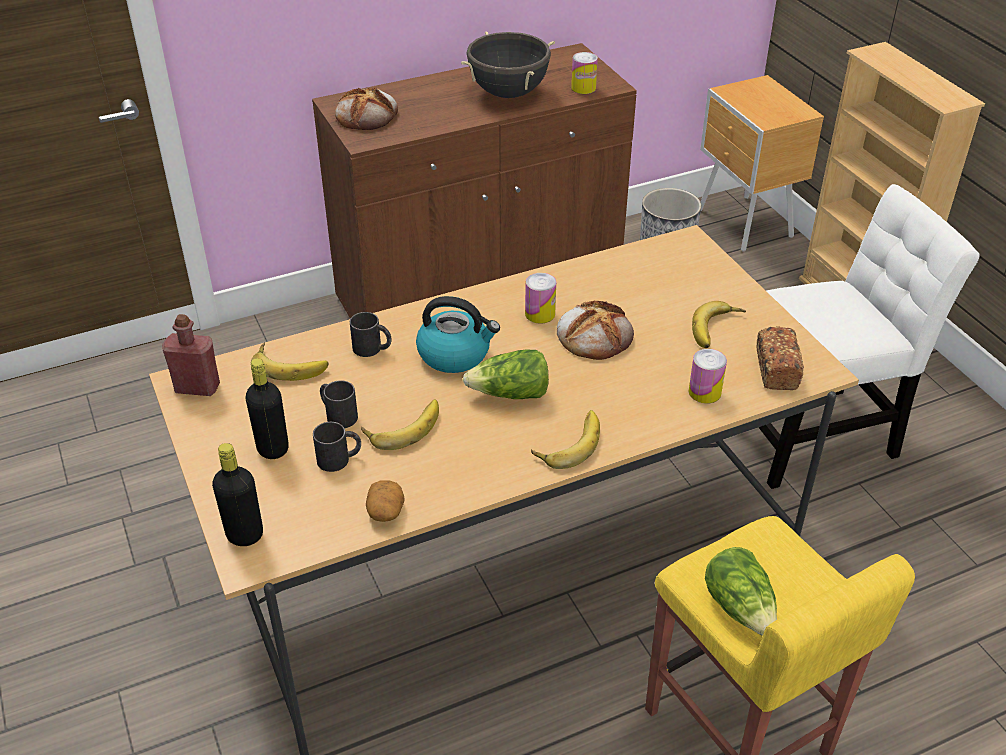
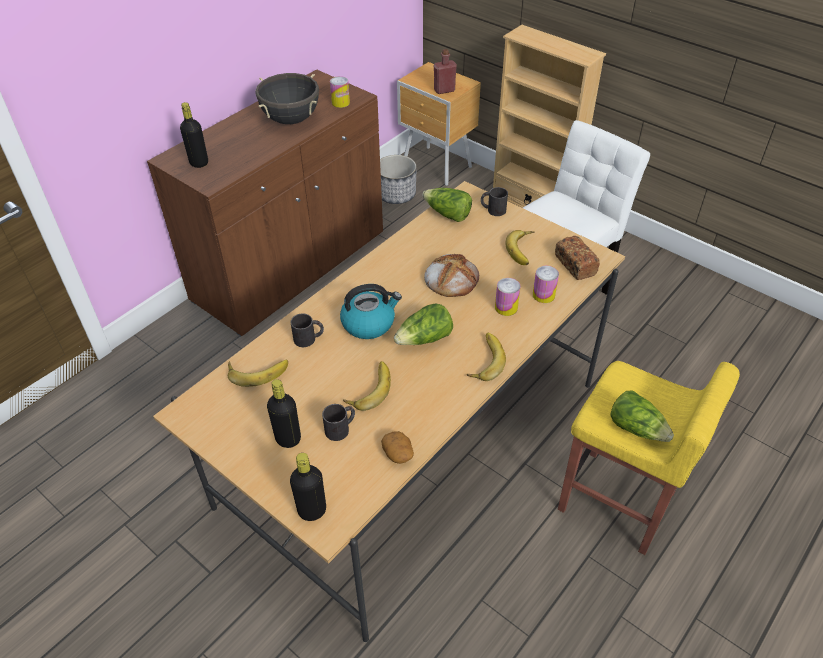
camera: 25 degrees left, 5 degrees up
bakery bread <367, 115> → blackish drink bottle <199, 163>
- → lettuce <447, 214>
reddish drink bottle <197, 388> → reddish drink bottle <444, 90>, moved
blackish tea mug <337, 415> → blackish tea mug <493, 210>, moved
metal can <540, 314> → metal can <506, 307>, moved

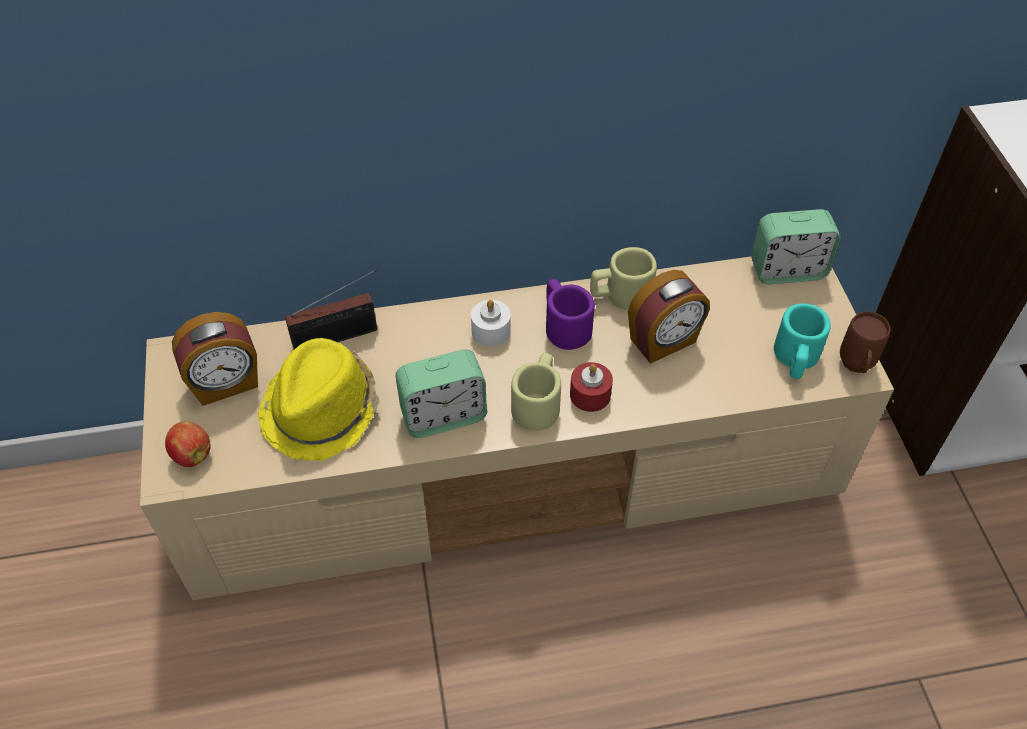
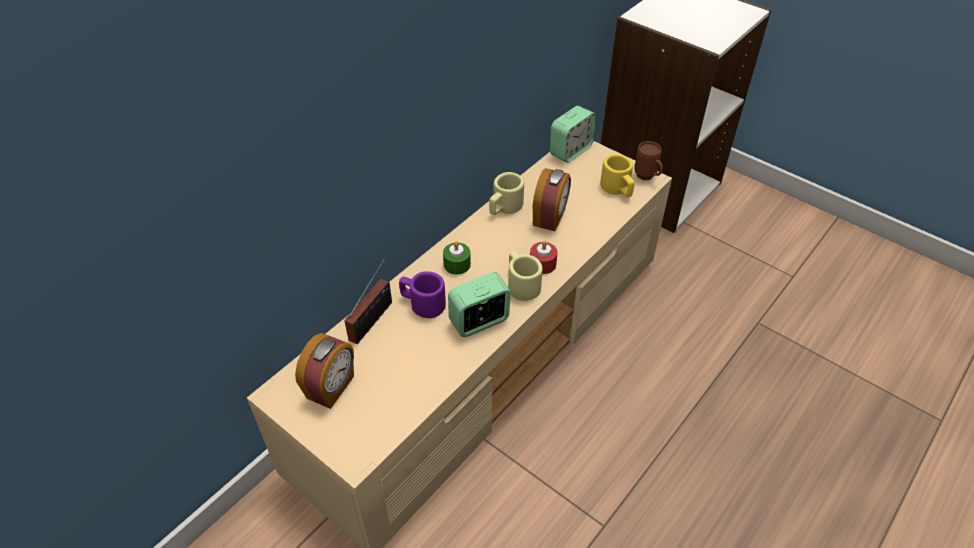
camera: 40 degrees left, 5 degrees down
purple tea mug <564, 325> → purple tea mug <422, 303>, moved
whitish wax light <491, 331> → green wax light <457, 264>
alarm clock <443, 415> → alarm clock <479, 321>, 150 degrees counterclockwise
turquoise-coloured tea mug <795, 359> → yellowish tea mug <618, 189>
apple fruit <192, 454> → -
yellowish wearable hat <322, 410> → -

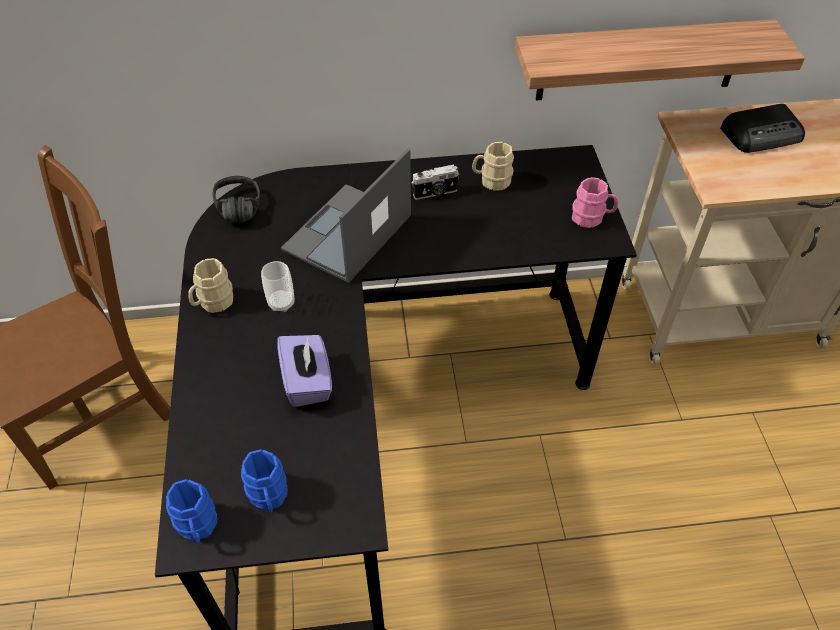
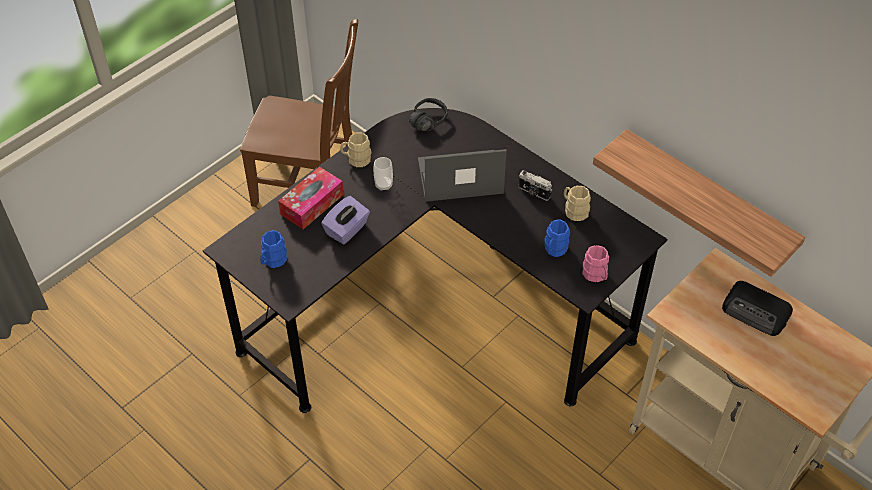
camera: 50 degrees right, 0 degrees up
- → tissue box <312, 204>
blue tea mug <198, 527> → blue tea mug <554, 250>, moved

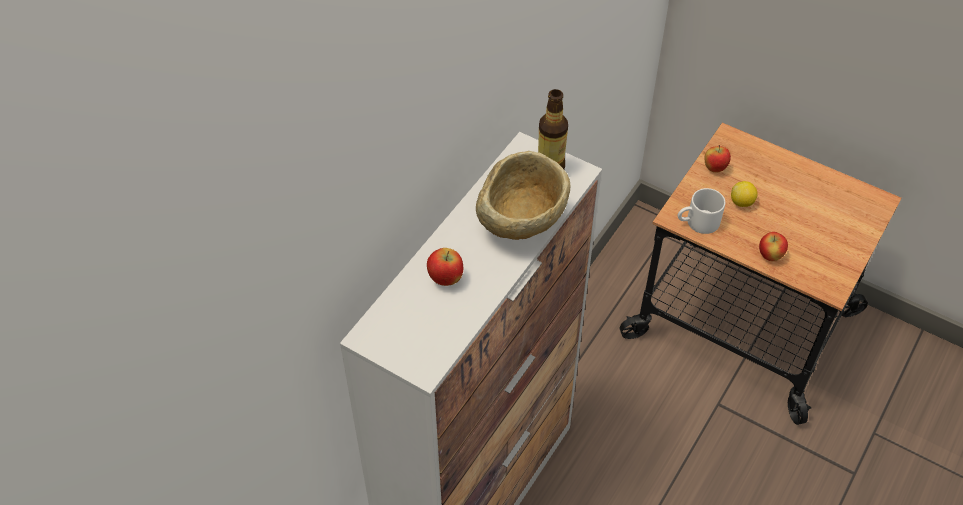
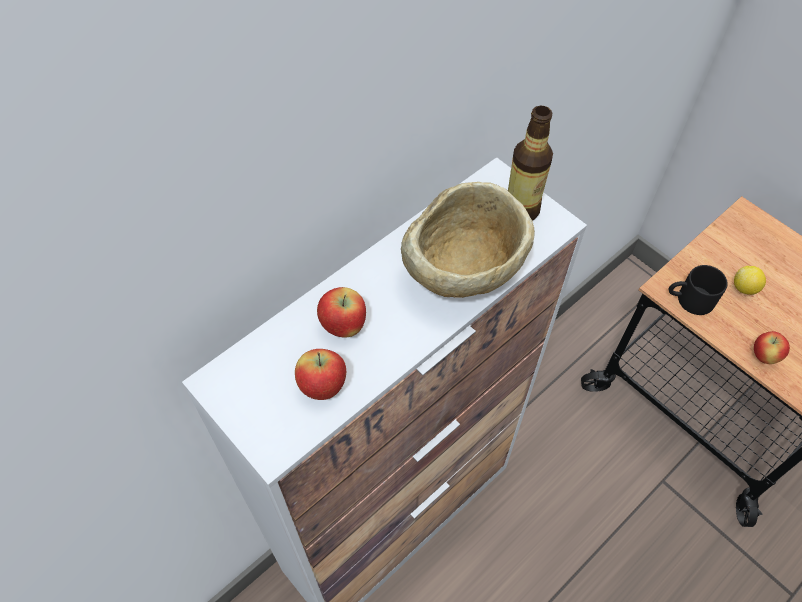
camera: 15 degrees right, 5 degrees up
apple fruit <715, 168> → apple fruit <323, 387>, moved
whitish tea mug <697, 223> → blackish tea mug <689, 300>

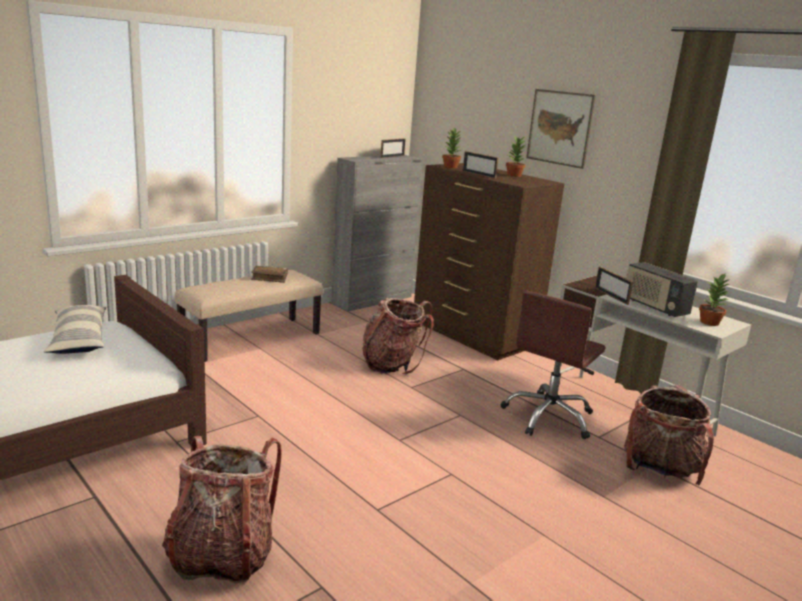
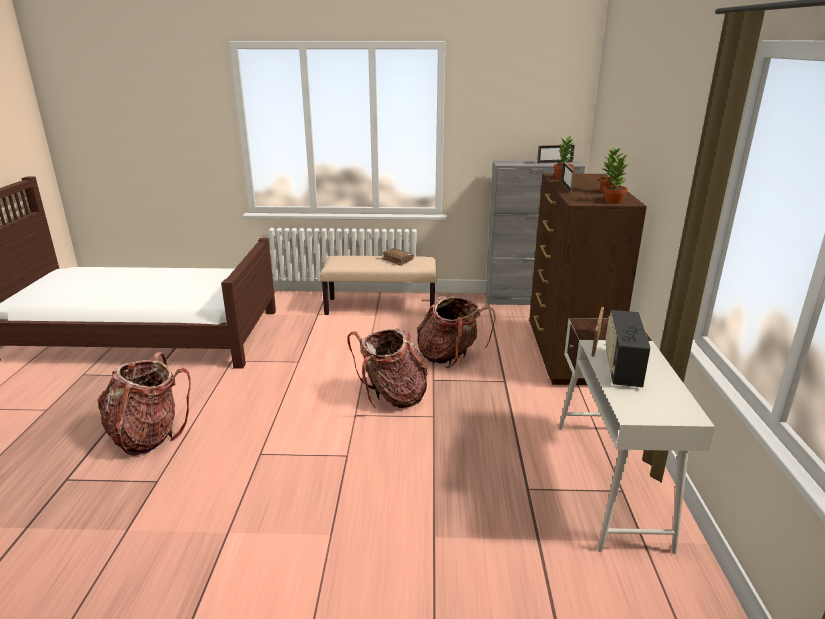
camera: 45 degrees right, 5 degrees up
backpack <660, 469> → backpack <392, 397>, moved
plant in a pot <710, 322> → plant in a pot <614, 201>, moved
throw pillow <79, 339> → -
brown computer chair <549, 417> → -
wall art <559, 128> → -

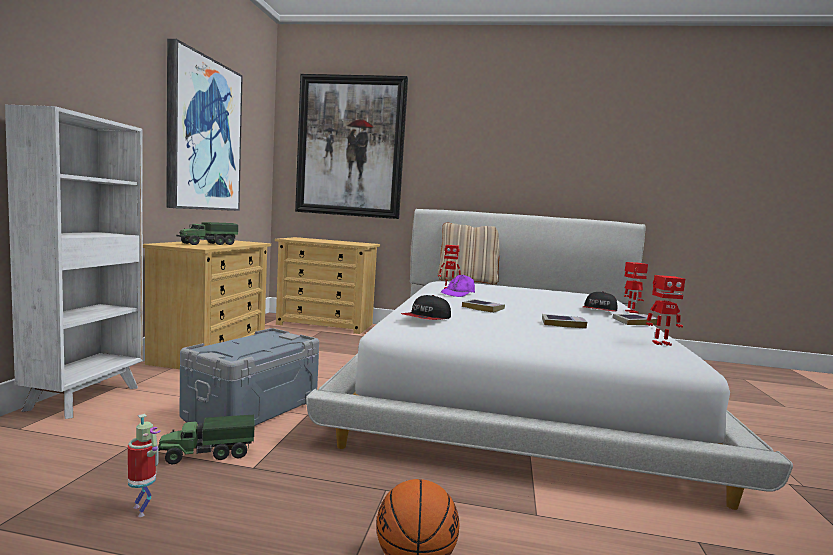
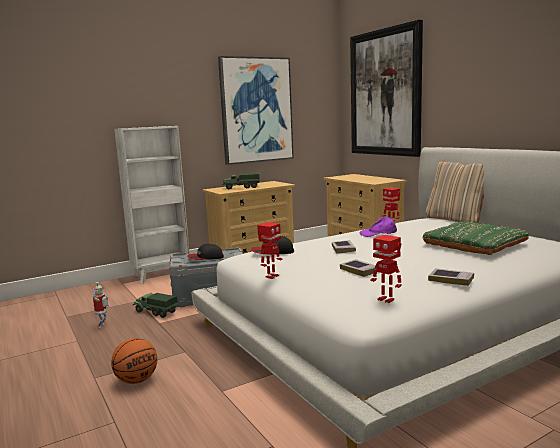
camera: 50 degrees right, 5 degrees up
baseball cap <599, 310> → baseball cap <205, 258>, moved
robot figure <630, 312> → robot figure <271, 276>, moved
- → green throw pillow <474, 245>

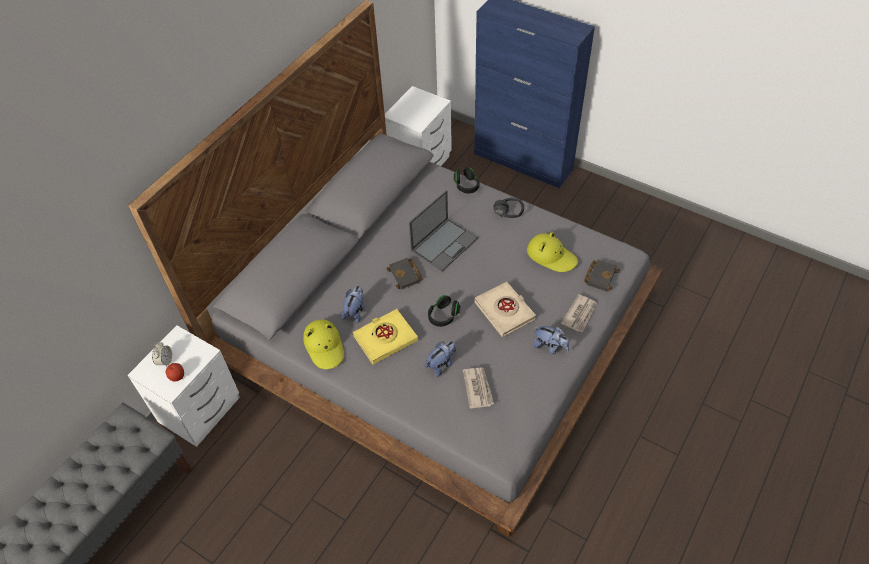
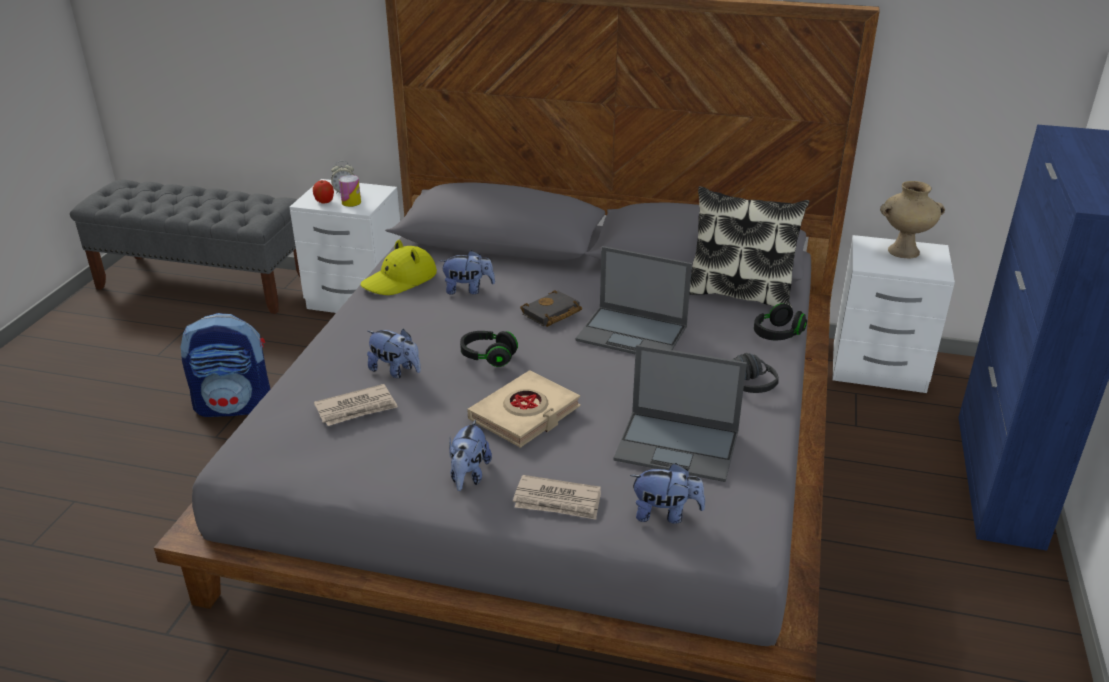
camera: 70 degrees right, 20 degrees down
- → backpack <236, 406>
- → metal can <351, 202>
yellowish wearable hat <551, 256> → laptop <678, 446>
blackish bound book <600, 276> → plush toy <665, 514>
- → throw pillow <739, 294>
- → beige flower vase <904, 251>
yellowish bound book <385, 338> → -

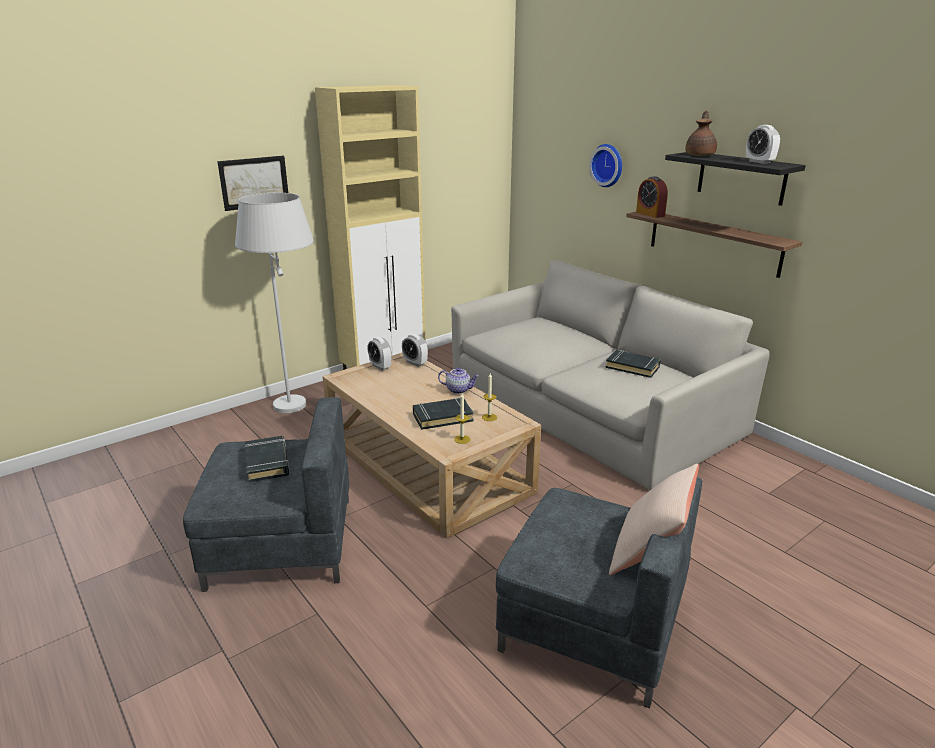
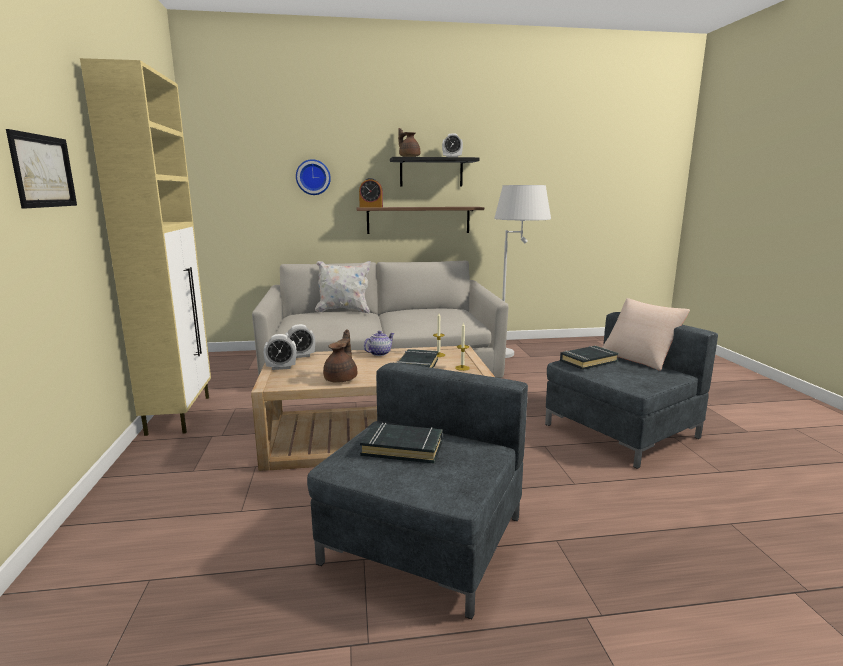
camera: 60 degrees left, 10 degrees down
- → whitish throw pillow <343, 311>
- → brown pot for tea <342, 379>
whitish standard lamp <296, 412> → whitish standard lamp <515, 353>, moved
blackish bound book <632, 367> → blackish bound book <588, 361>, moved

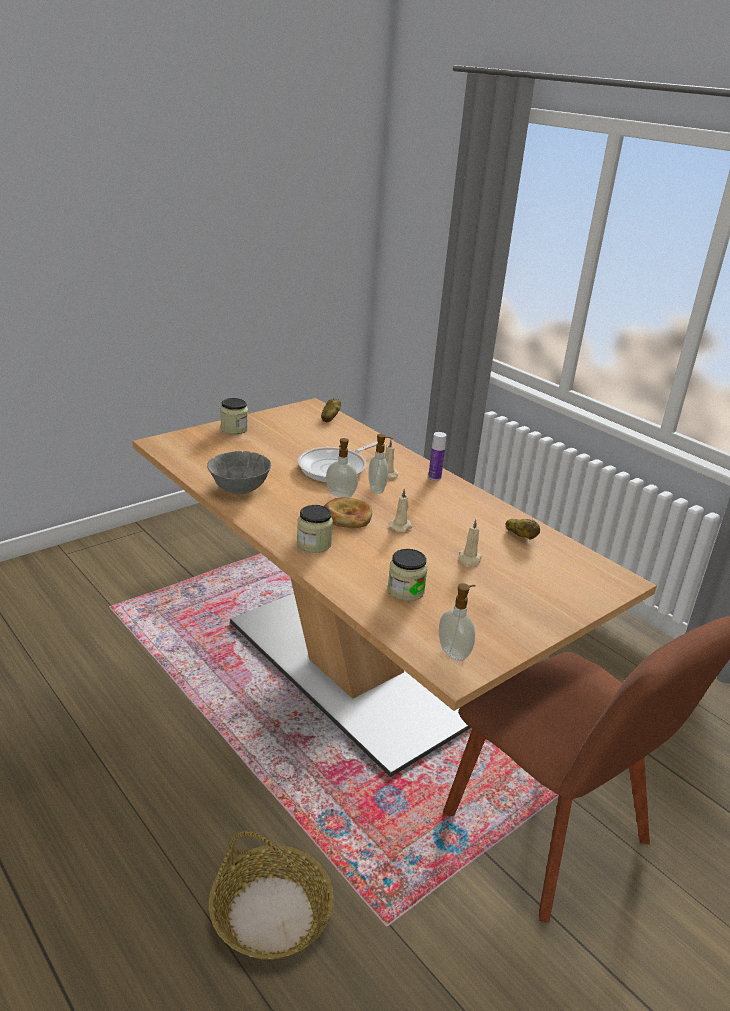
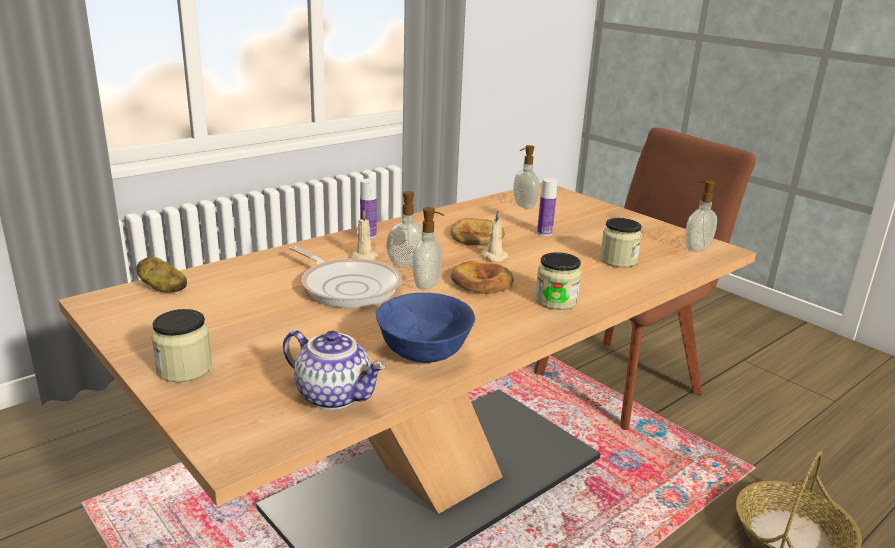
camera: 90 degrees left, 5 degrees down
- → pot for tea <335, 395>
greyish bowl <239, 488> → blue bowl <425, 353>
- → bakery bread <477, 236>
- → soap dispenser <523, 206>
beige wax light <469, 559> → drink bottle <544, 233>
spud <521, 537> → -

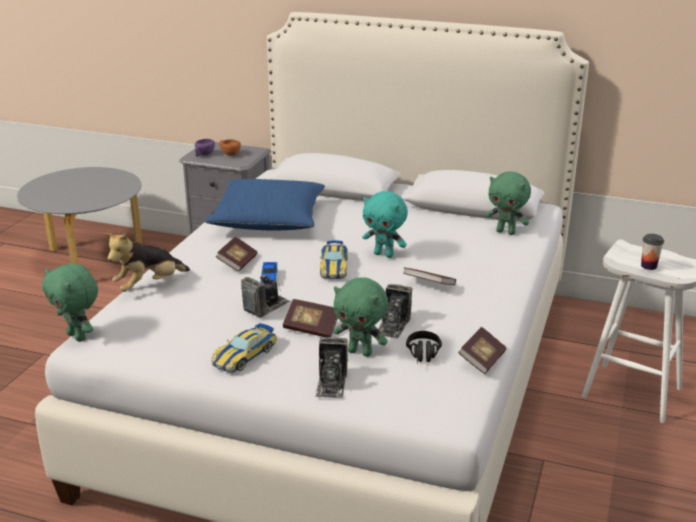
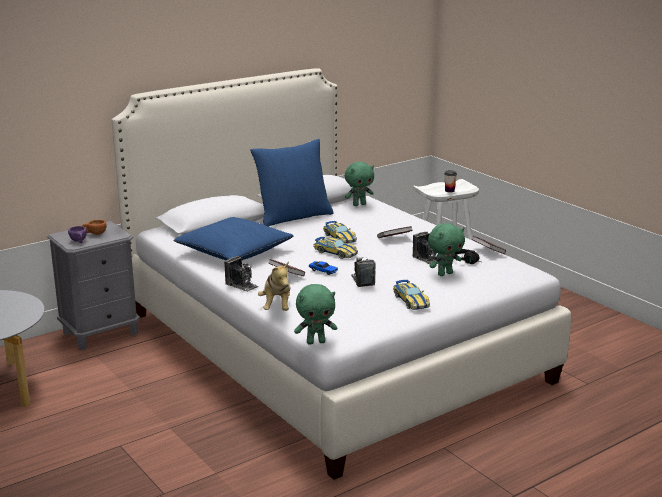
camera: 55 degrees left, 5 degrees down
still camera <331, 383> → still camera <241, 285>, moved
- → blue throw pillow <293, 216>
turquoise-coloured plush toy <384, 255> → miniature car <339, 237>
bound book <311, 328> → -

